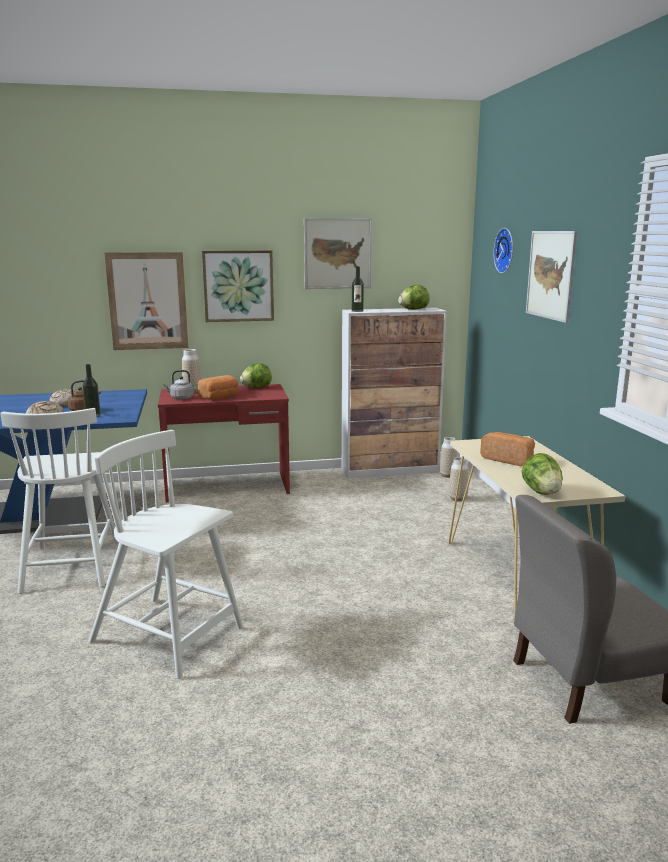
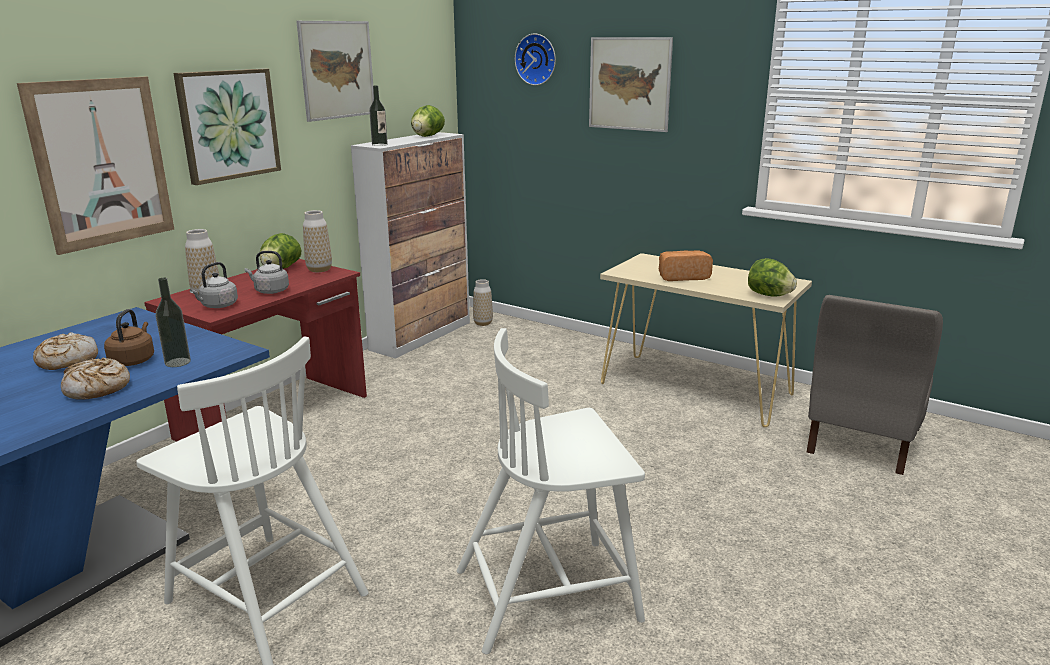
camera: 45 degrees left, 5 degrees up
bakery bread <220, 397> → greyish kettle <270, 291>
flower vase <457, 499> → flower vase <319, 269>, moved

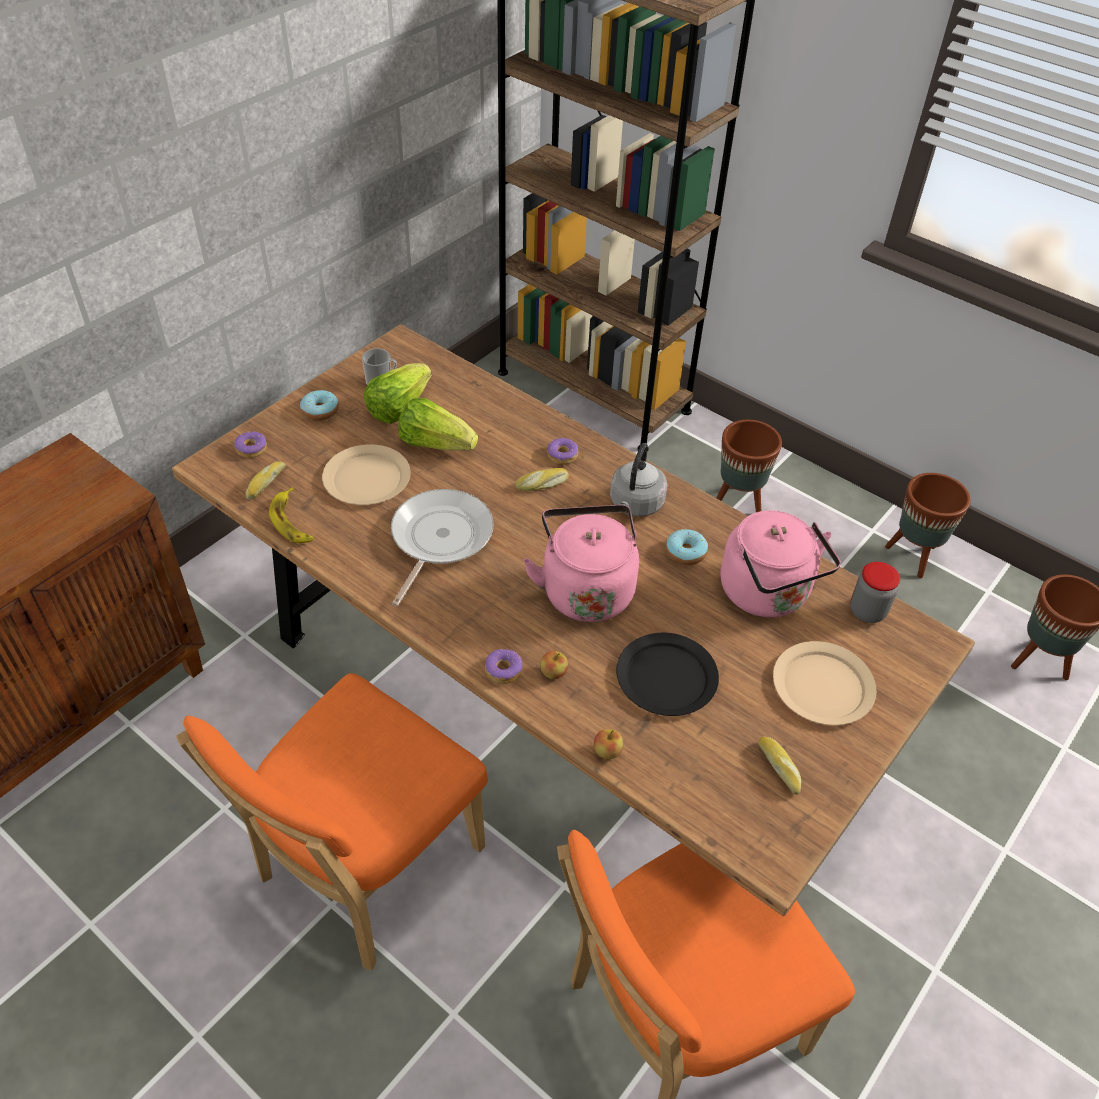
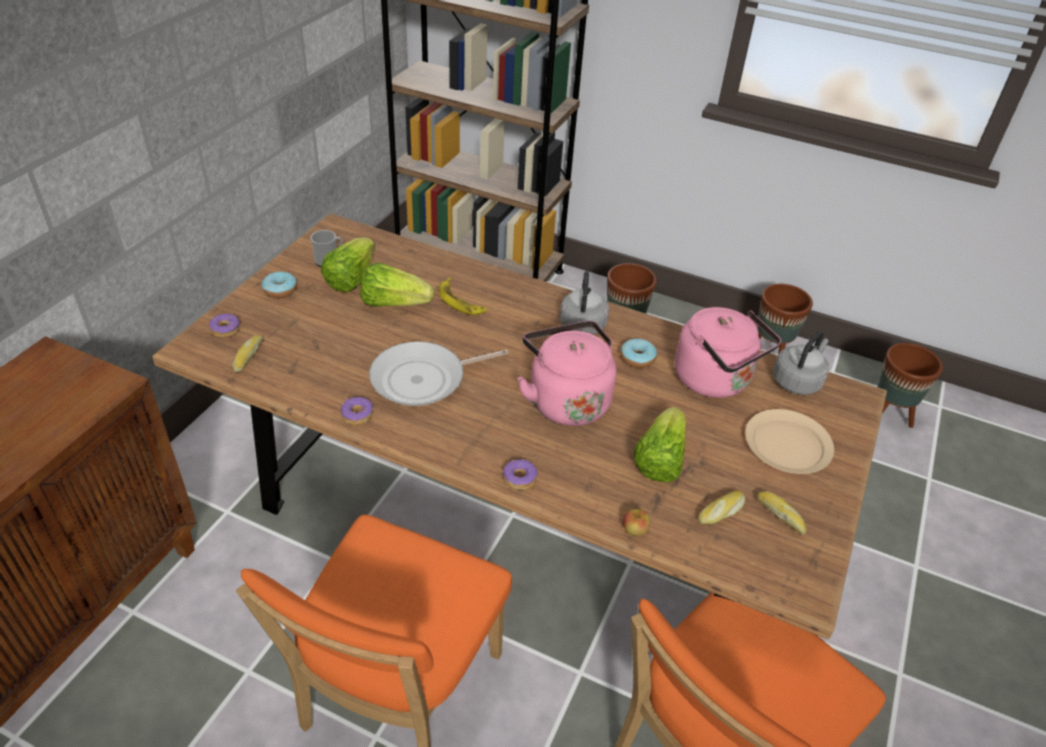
camera: 15 degrees left, 5 degrees down
donut <562, 456> → donut <357, 415>, moved
skillet <439, 539> → skillet <423, 379>, 120 degrees counterclockwise
whole banana <292, 521> → whole banana <460, 301>, moved
blackish dinner plate <665, 677> → lettuce <659, 460>
bakery bread <542, 485> → bakery bread <721, 512>, moved
jar <867, 611> → greyish kettle <797, 381>
beige dinner plate <367, 478> → -
apple fruit <553, 673> → -

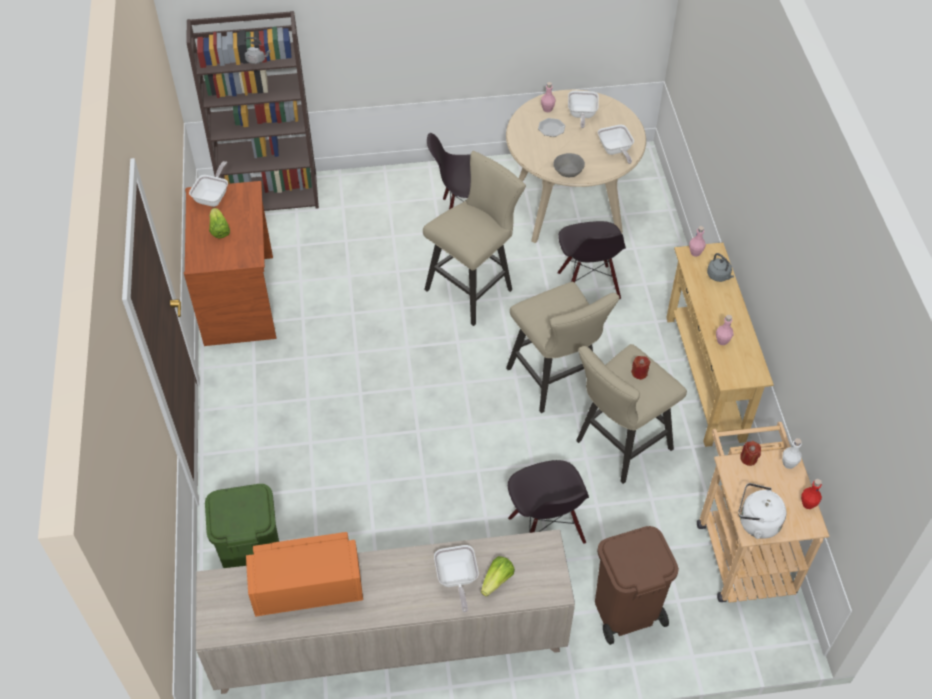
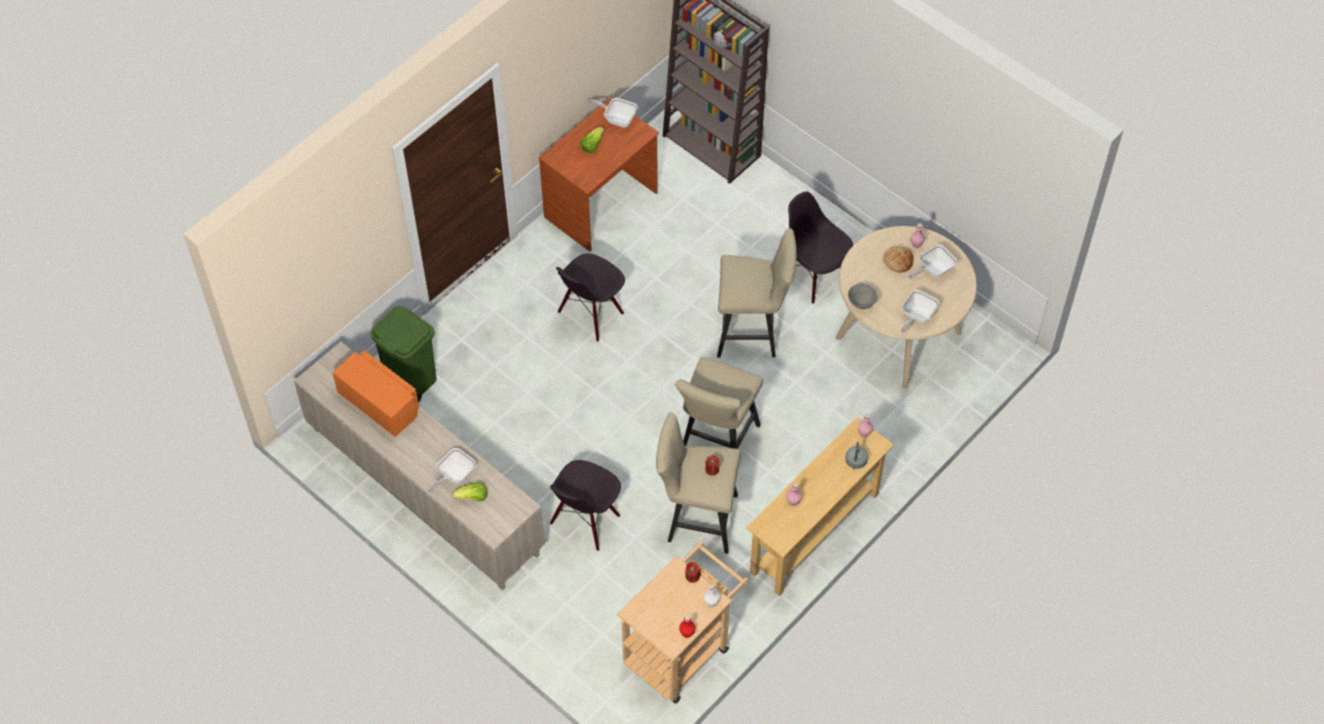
camera: 50 degrees right, 5 degrees up
blackish chair <587, 286> → blackish chair <591, 314>, moved
skillet <213, 196> → skillet <617, 118>, 135 degrees counterclockwise
dinner plate <551, 128> → bakery bread <898, 260>
brown trash can <625, 611> → -
whitish kettle <756, 522> → -

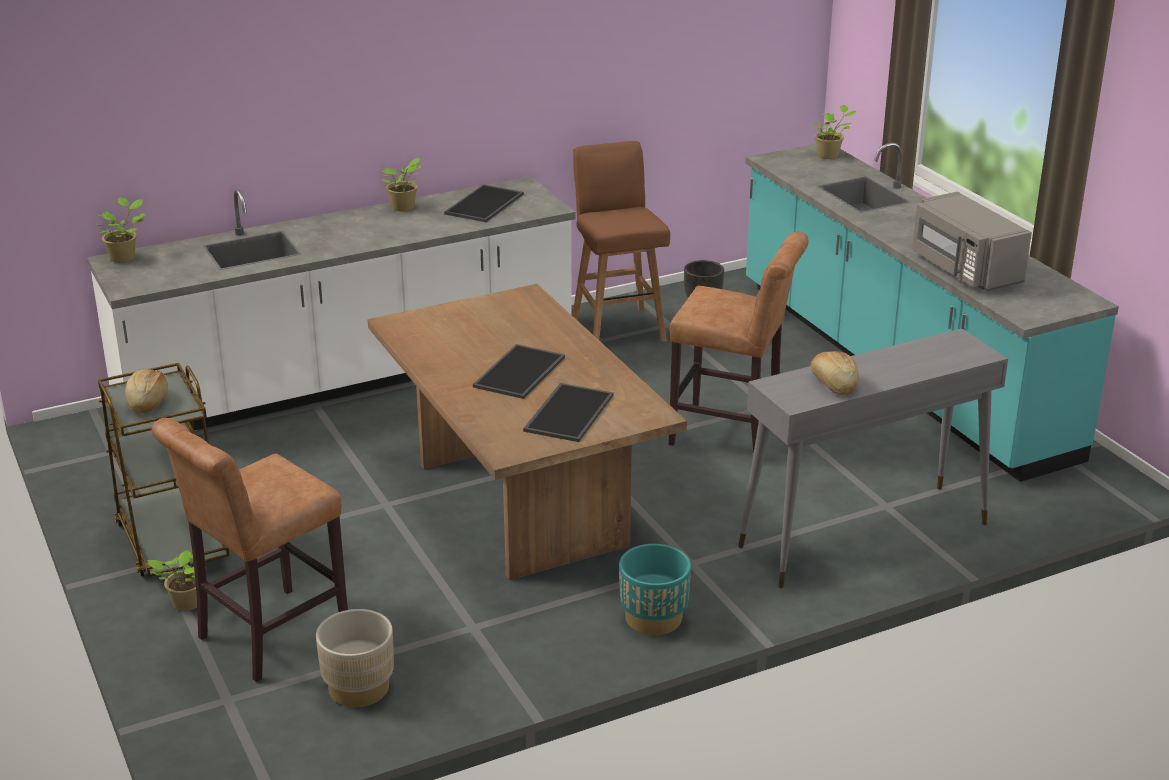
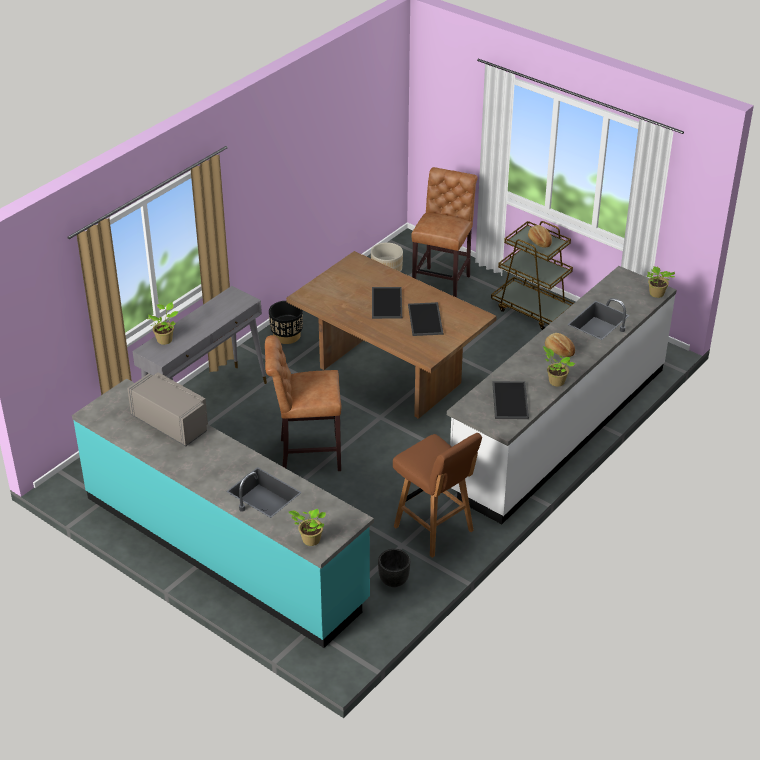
camera: 155 degrees right, 10 degrees up
plant in a pot <185, 604> → plant in a pot <165, 339>, moved
turquoise-coloured planter <653, 618> → blackish planter <286, 336>
carrying tray <568, 412> → carrying tray <426, 320>, moved
bakery bread <833, 384> → bakery bread <559, 350>, moved

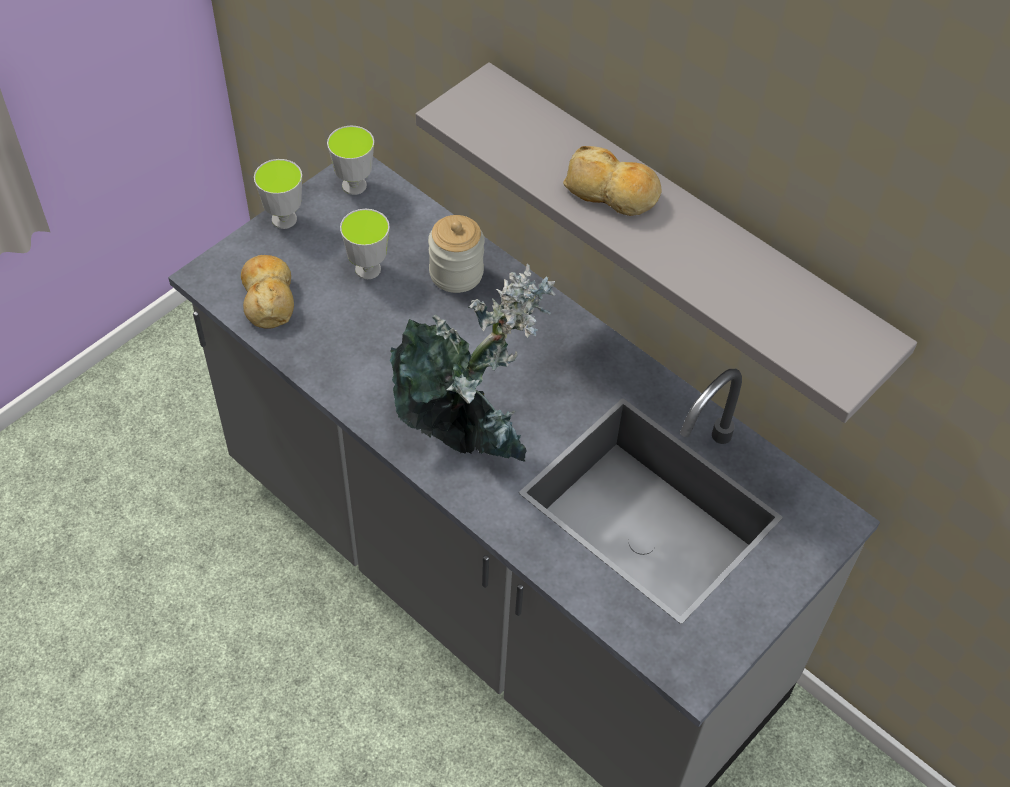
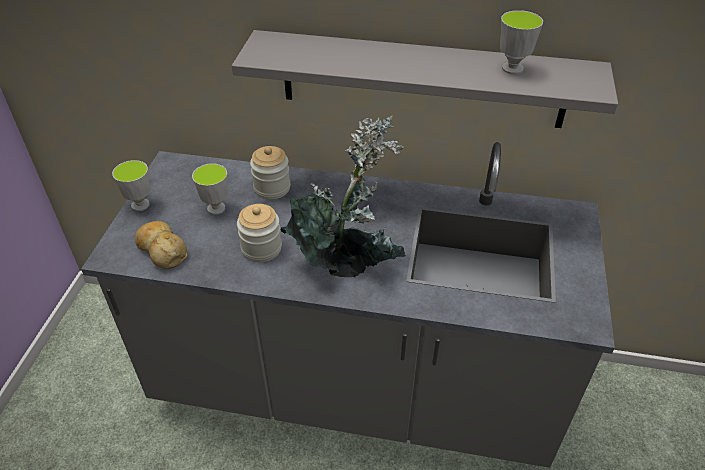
camera: 30 degrees left, 10 degrees down
- → jar <261, 248>
drinking cup <354, 185> → drinking cup <512, 68>, moved
bakery bread <612, 193> → -

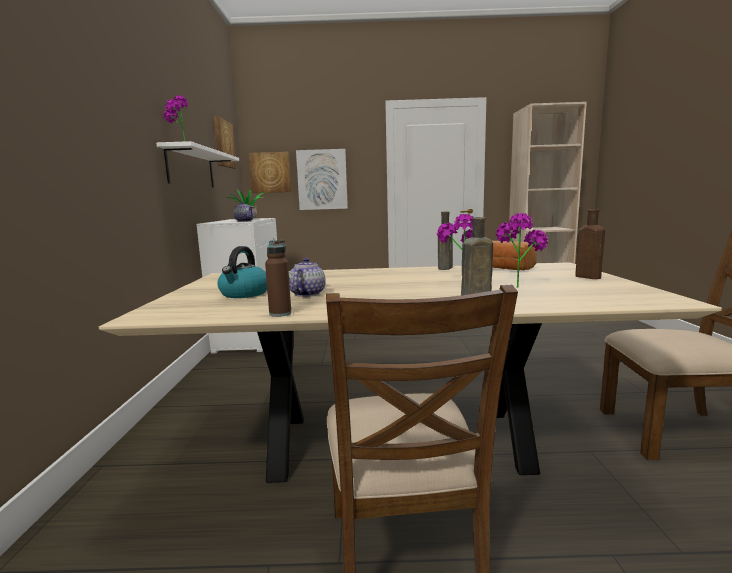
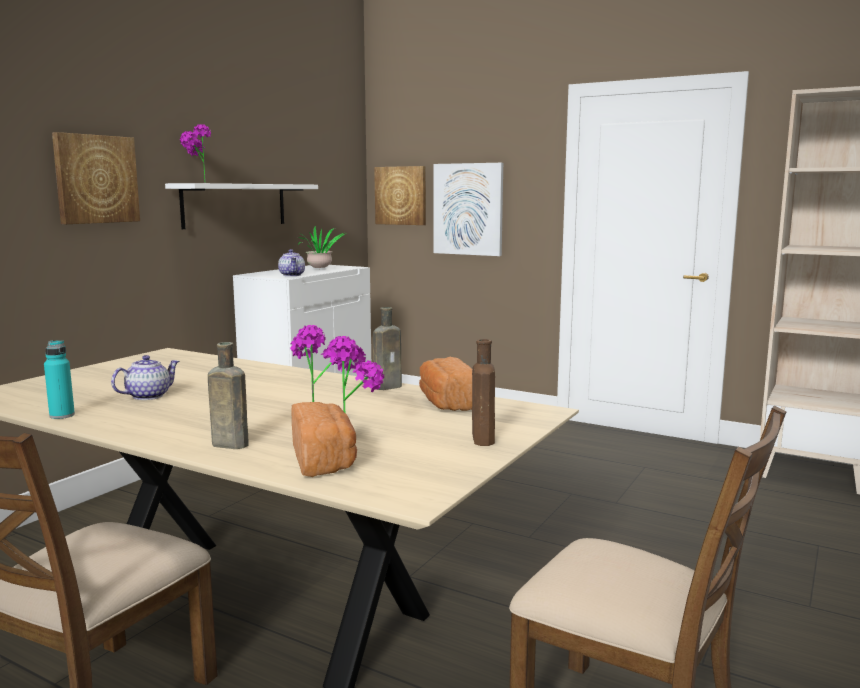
camera: 30 degrees right, 0 degrees up
brown drink bottle <280, 314> → turquoise-coloured drink bottle <62, 415>
wall art <223, 144> → wall art <96, 179>, moved
- → bakery bread <324, 460>
kettle <244, 294> → -

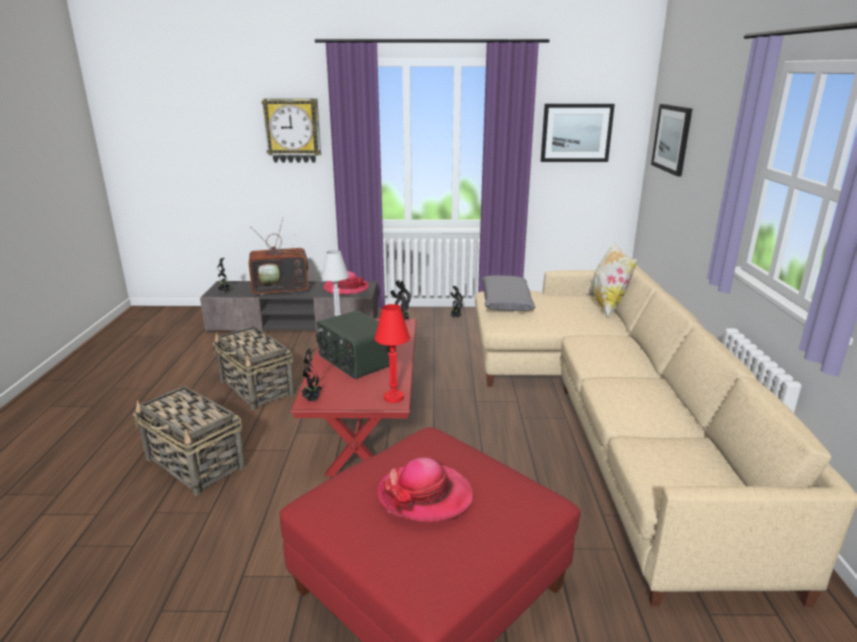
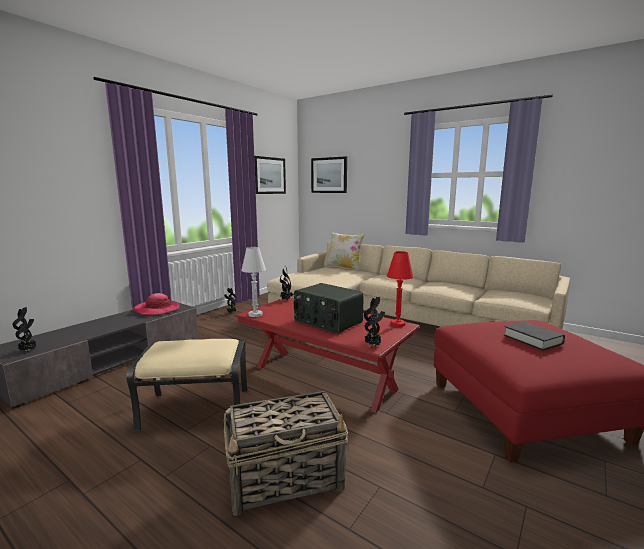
camera: 55 degrees left, 10 degrees down
household basket <257, 388> → beige pouffe <196, 408>
radio set <355, 361> → radio set <327, 322>, 45 degrees clockwise
wearable hat <425, 496> → blackish bound book <532, 339>
TV set <283, 289> → -
hanging clock <293, 130> → -
greyish throw pillow <505, 301> → -

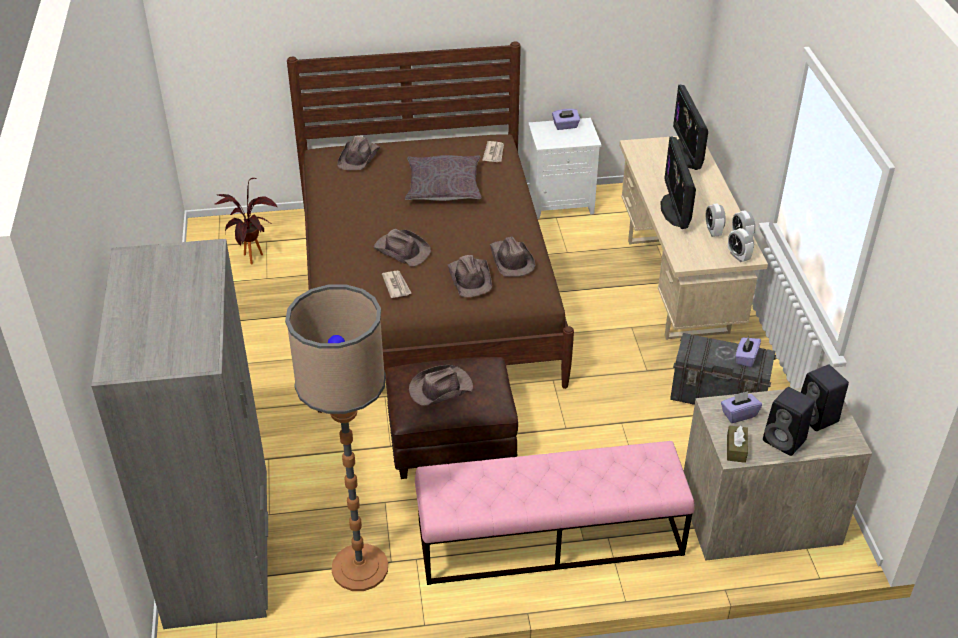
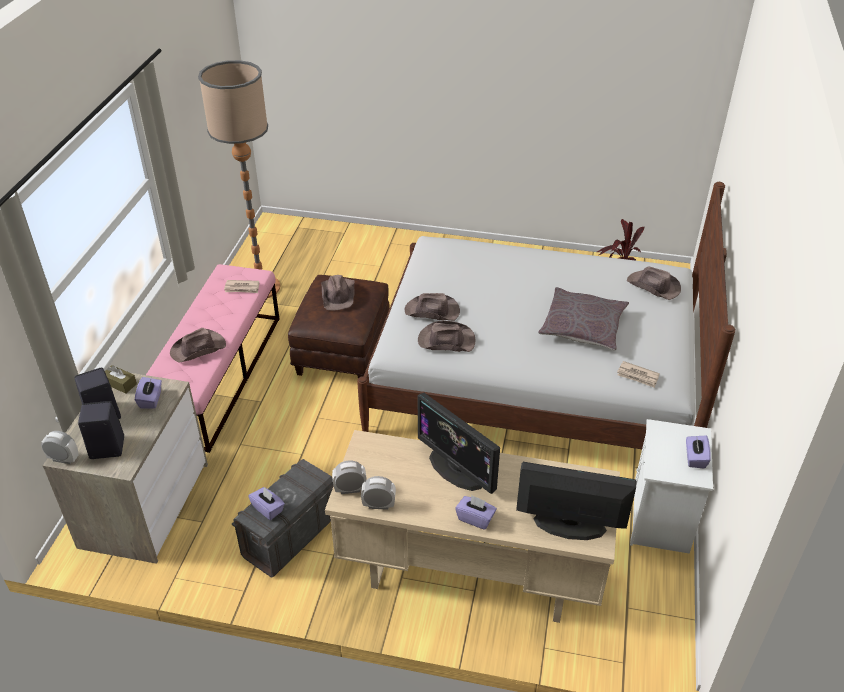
camera: 110 degrees right, 0 degrees up
alarm clock <713, 231> → alarm clock <63, 459>, moved
brown wearable hat <402, 250> → brown wearable hat <199, 349>, moved
daily paper <396, 285> → daily paper <242, 288>, moved
brown bed <426, 292> → whitish bed <533, 378>
monitor <675, 210> → monitor <456, 469>, 150 degrees counterclockwise
- → purple tissue box <475, 518>
greyish clothes cupboard <220, 549> → -

